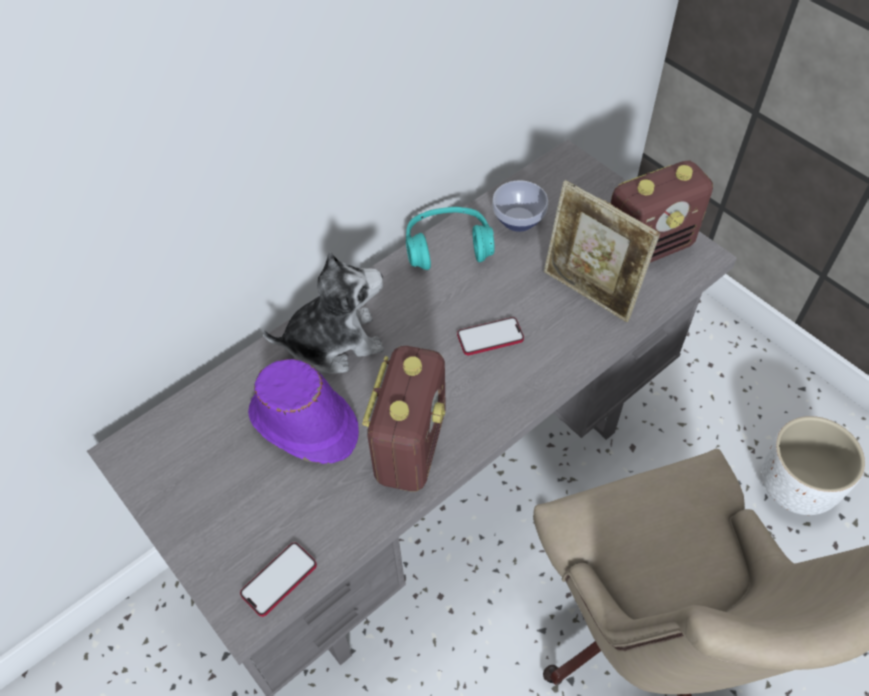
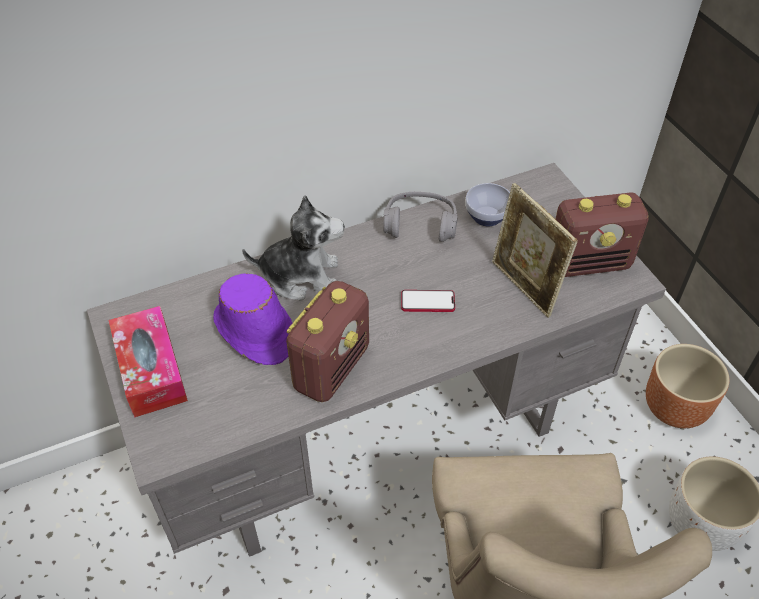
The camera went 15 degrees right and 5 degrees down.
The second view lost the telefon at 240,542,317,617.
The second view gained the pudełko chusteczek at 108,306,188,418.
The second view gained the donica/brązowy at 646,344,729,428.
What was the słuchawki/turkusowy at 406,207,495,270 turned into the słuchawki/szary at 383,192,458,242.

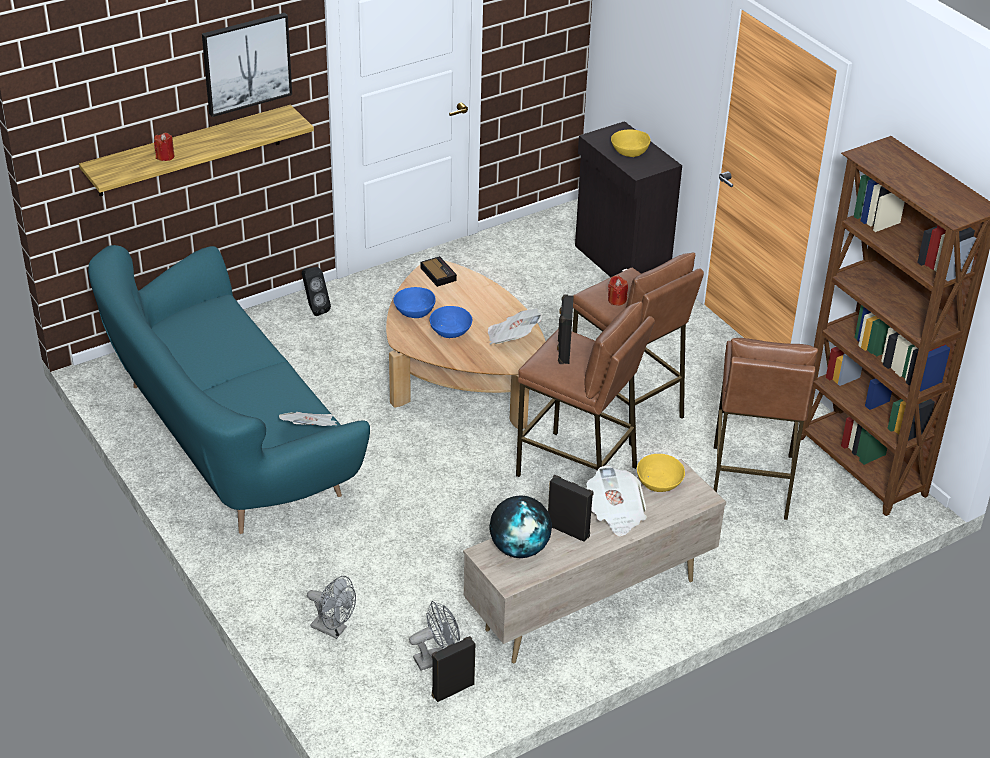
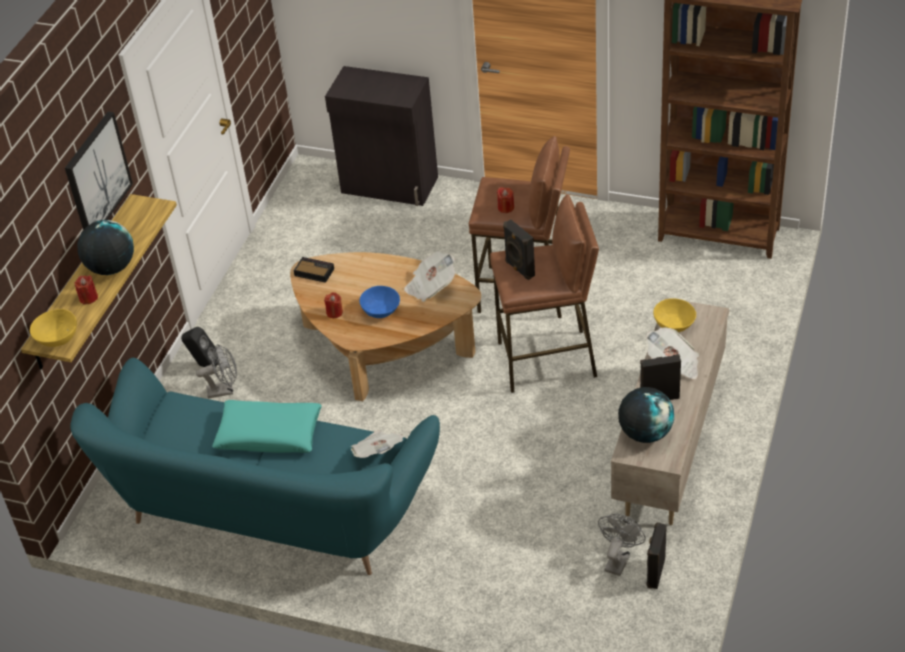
The camera went 35 degrees left and 5 degrees up.
The second view lost the stołek/brązowy at 714,338,818,520.
The second view gained the globus at 78,220,134,275.
The second view gained the poduszka/turkusowy at 212,400,322,453.
The wentylator/szary ended up elsewhere, having gone from 307,576,356,639 to 196,344,237,399.
The miska/żółty ended up elsewhere, having gone from 611,130,651,157 to 30,309,77,347.
Where the miska/niebieski stood at 393,287,436,318, the świeca/czerwony came to stand at 324,292,343,318.

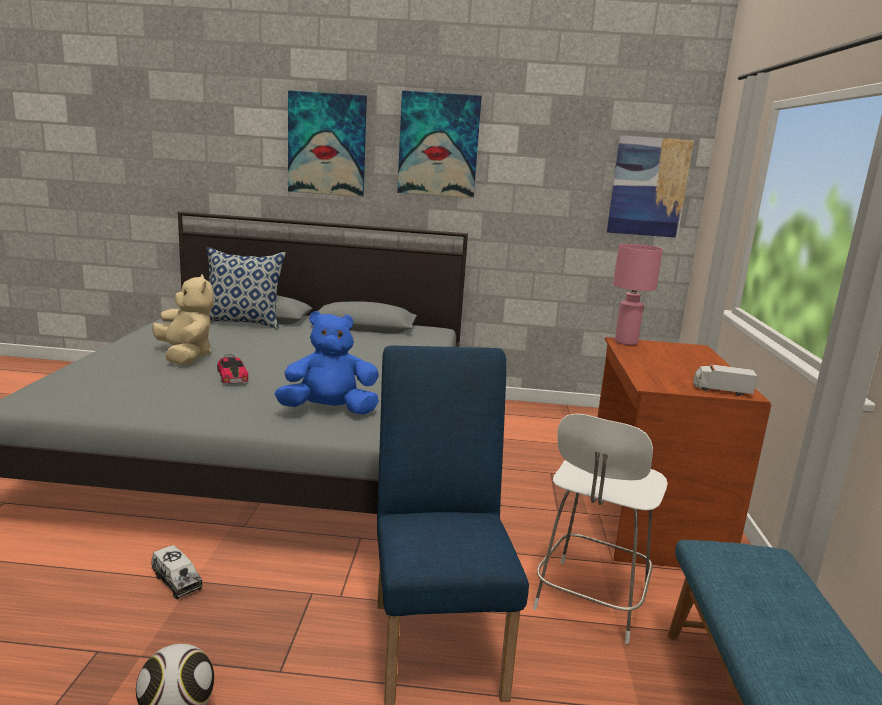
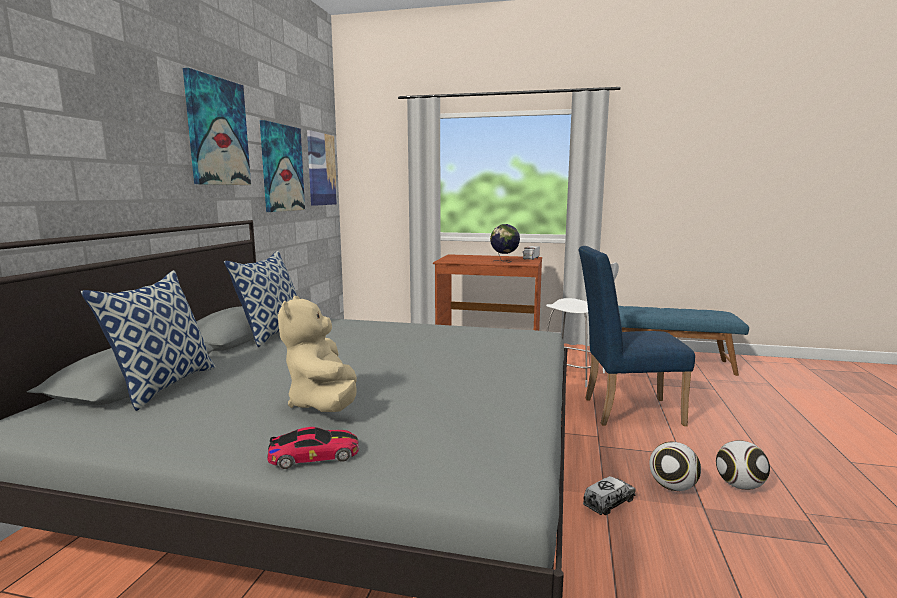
The camera went 80 degrees left and 5 degrees down.
The second view lost the pluszak/niebieski at 275,311,379,415.
The second view lost the lampa stołowa/różowy at 613,244,663,345.
The second view gained the poduszka at 224,250,297,347.
The second view gained the globus at 490,224,520,262.
The second view gained the piłka futbolowa at 649,442,701,491.
The samochodzik ended up elsewhere, having gone from 217,355,248,383 to 267,427,359,469.
The obraz ended up elsewhere, having gone from 288,90,367,197 to 260,120,305,212.
The pluszak/beżowy at 152,274,214,365 ended up facing another way, 75 degrees counterclockwise from before.

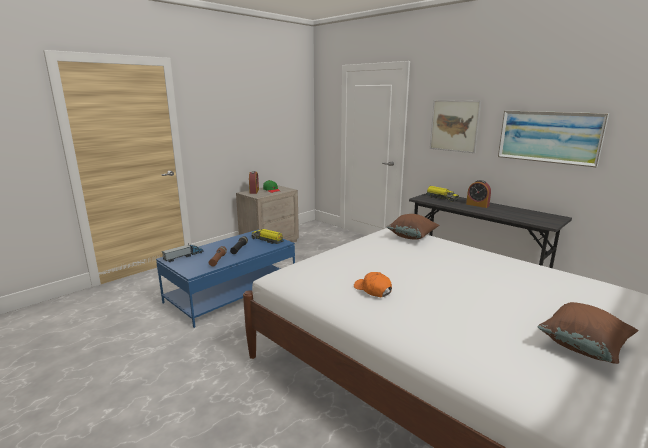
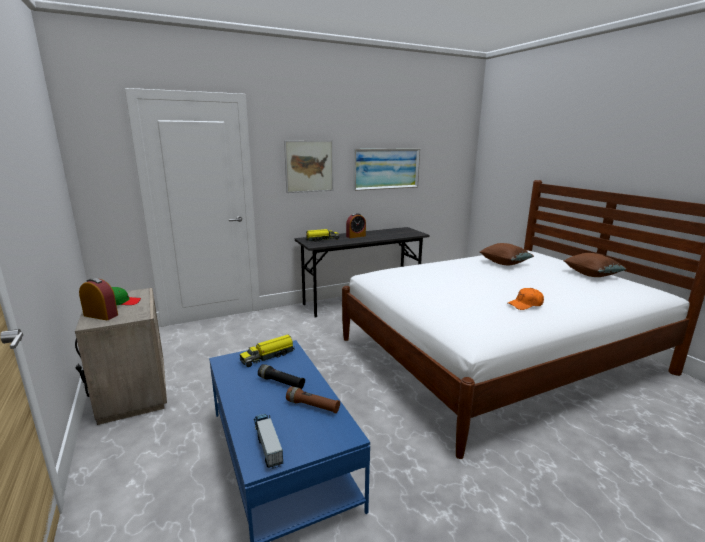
The camera went 70 degrees left and 0 degrees up.
The poduszka/brązowy ended up elsewhere, having gone from 387,214,439,240 to 480,243,534,265.

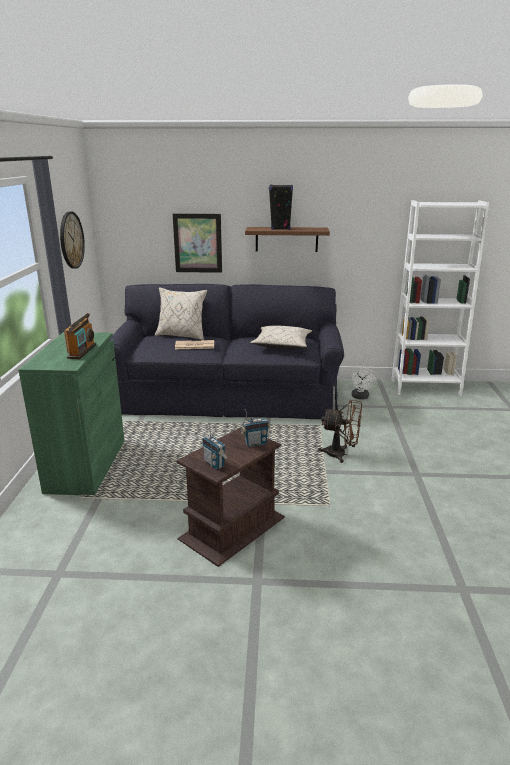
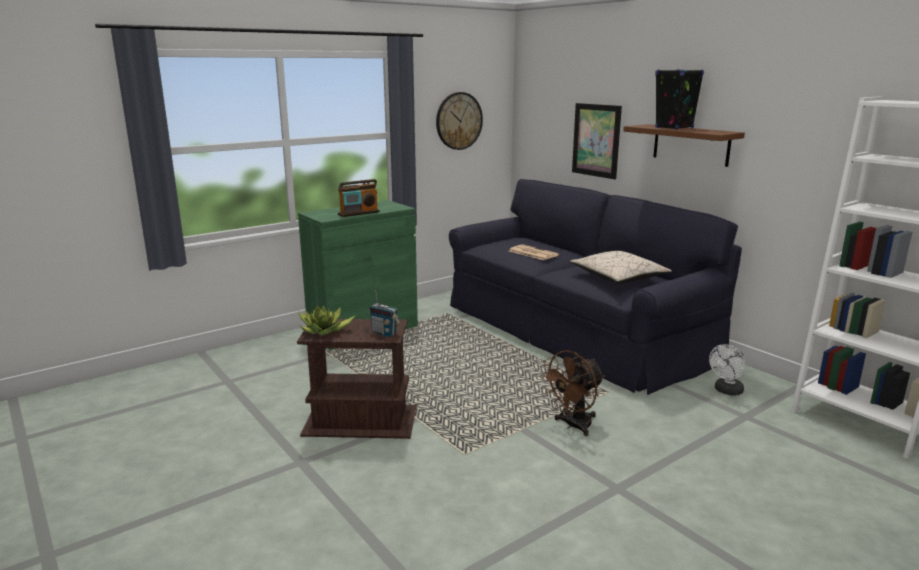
The camera went 50 degrees right and 5 degrees down.
The second view lost the poduszka/beżowy at 155,287,208,340.
Where the radio stood at 202,423,228,469, the roślina doniczkowa came to stand at 298,305,356,336.
The wentylator/brązowy at 318,399,362,463 ended up facing another way, 75 degrees clockwise from before.

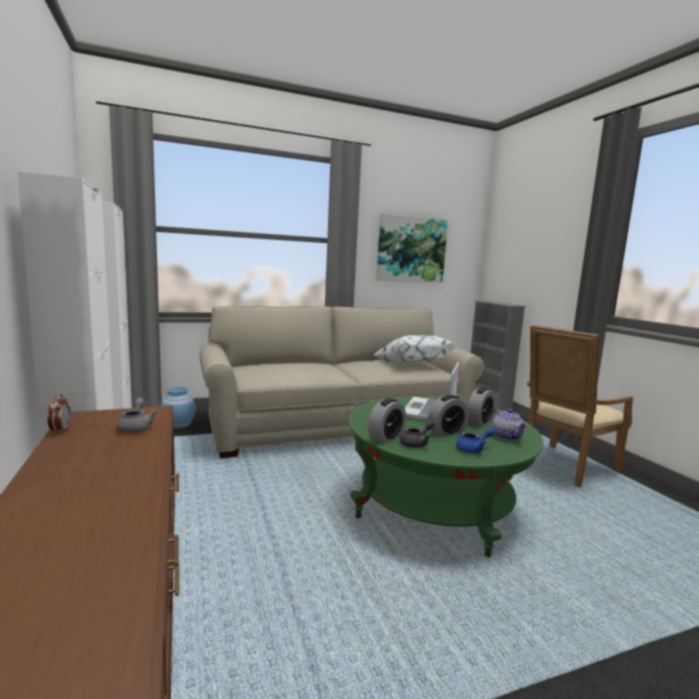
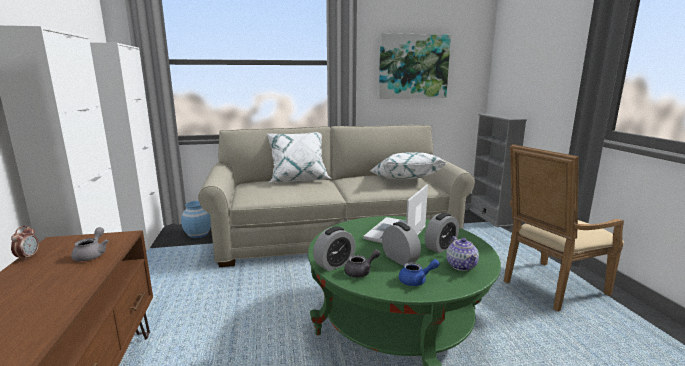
The camera went 10 degrees right and 5 degrees up.
The second view gained the poduszka/biały at 267,132,332,183.
The budzik at 428,395,469,437 ended up facing another way, 105 degrees counterclockwise from before.

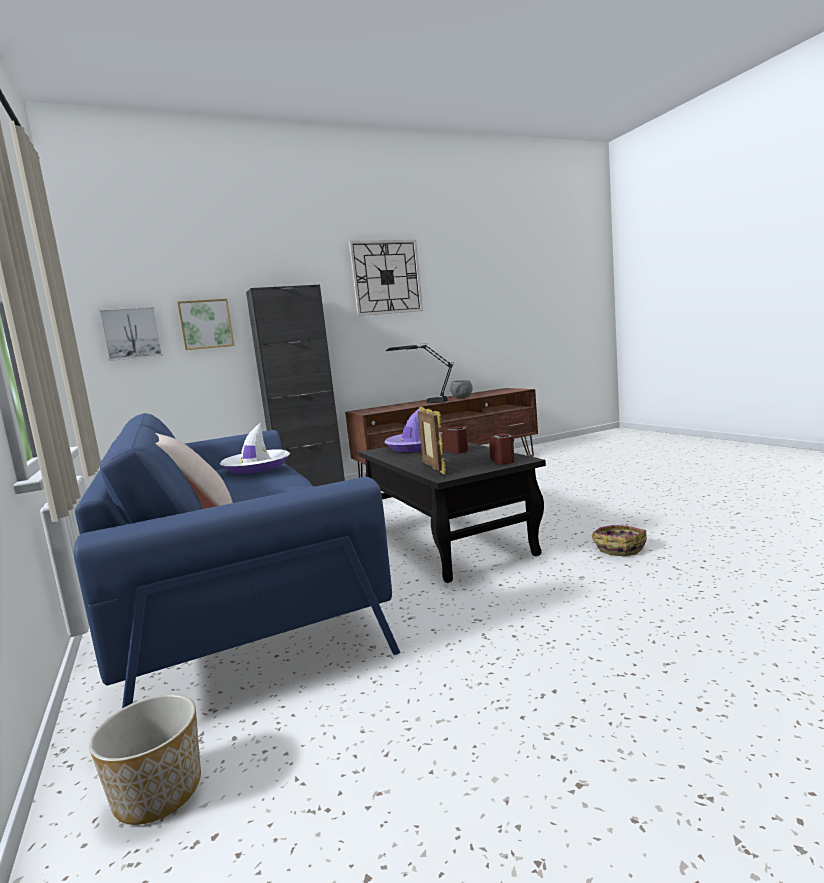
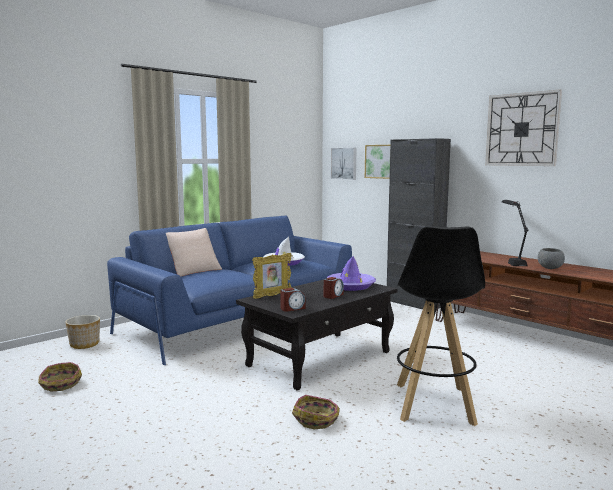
The camera went 70 degrees right and 0 degrees up.
The second view gained the koszyk at 38,362,82,391.
The second view gained the stołek/czarny at 397,226,485,426.

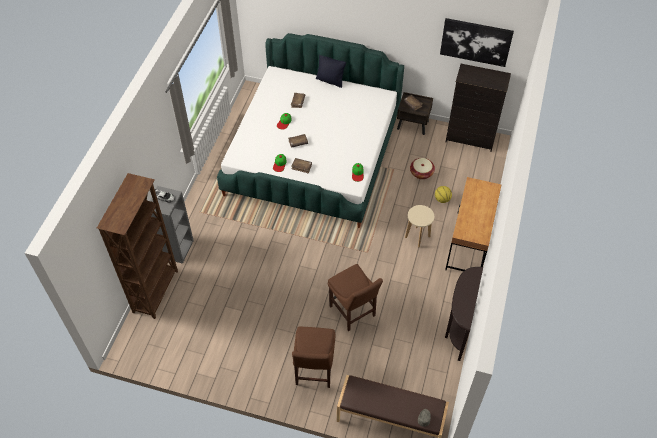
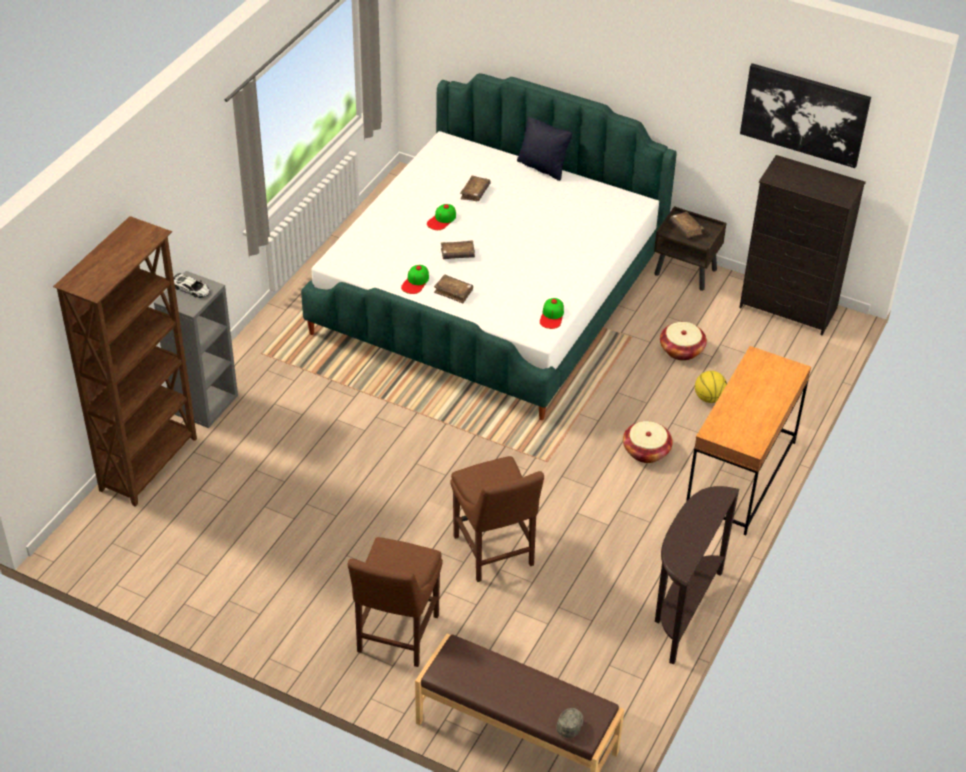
The camera went 10 degrees right and 10 degrees down.
Where the stołek/beżowy stood at 405,205,434,248, the koszyk came to stand at 623,421,673,463.

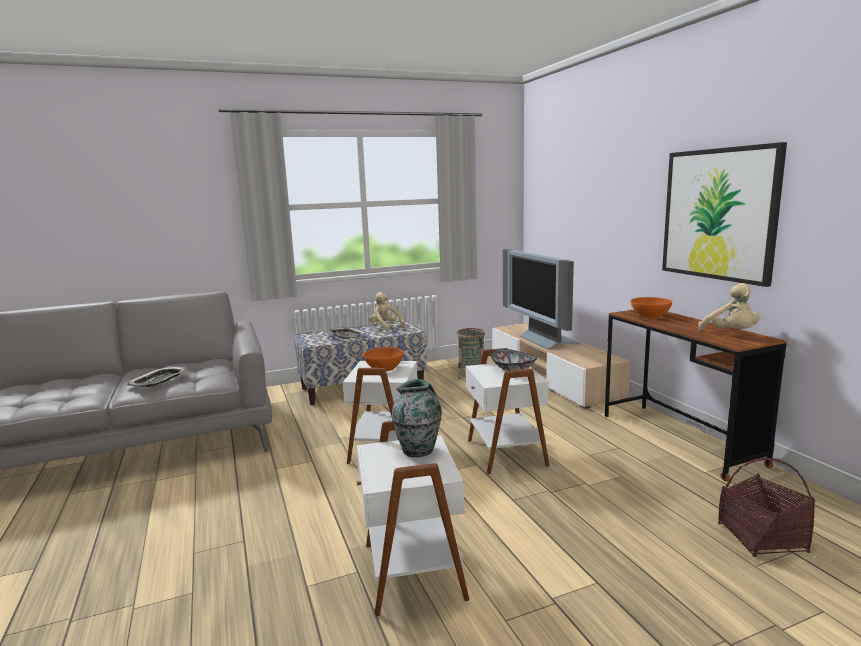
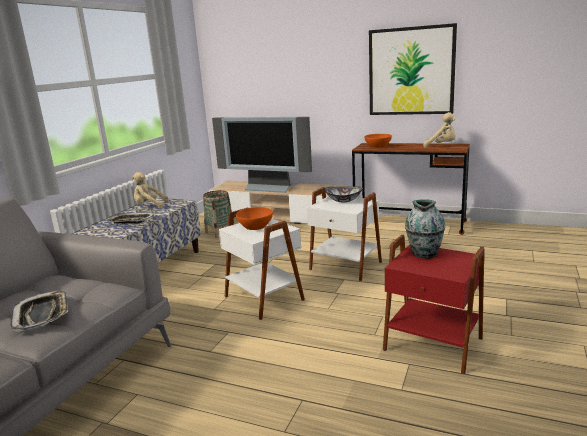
The camera went 45 degrees left and 5 degrees up.
The second view lost the koszyk at 718,458,815,557.
What was the stolik/biały at 357,421,469,616 turned into the stolik/czerwony at 383,235,484,374.

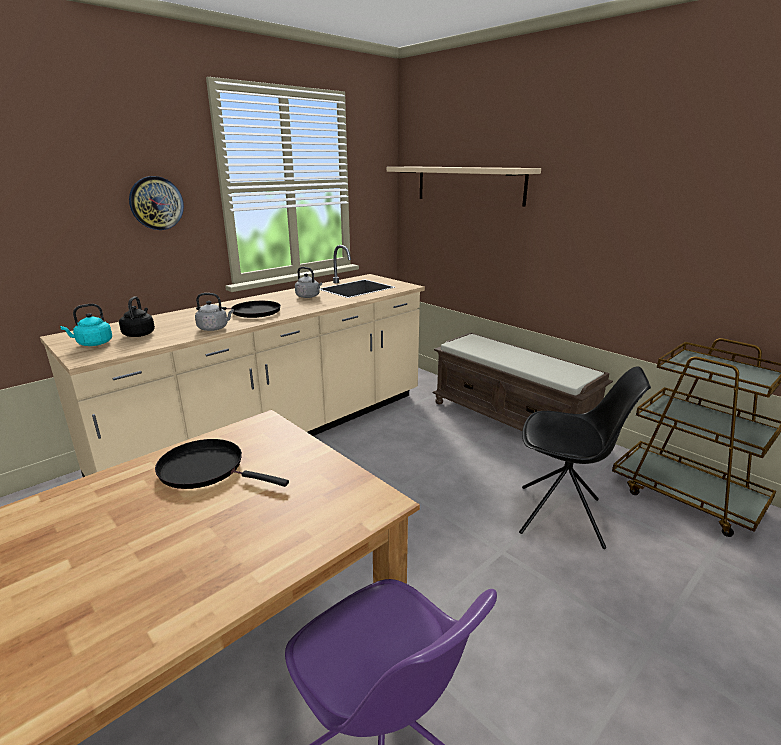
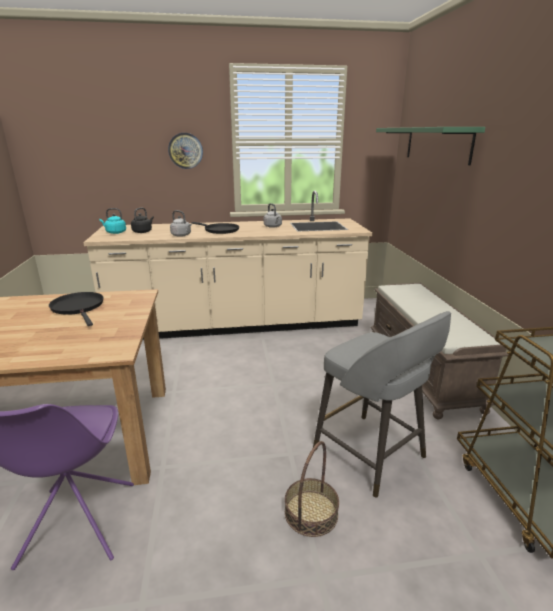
The camera went 35 degrees right and 0 degrees up.
The second view gained the koszyk at 285,441,339,537.
Where the krzesło/czarny stood at 519,366,651,549, the stołek/szary came to stand at 313,311,451,498.
What was the półka/beżowy at 387,167,541,206 turned into the półka/zielony at 376,127,485,165.

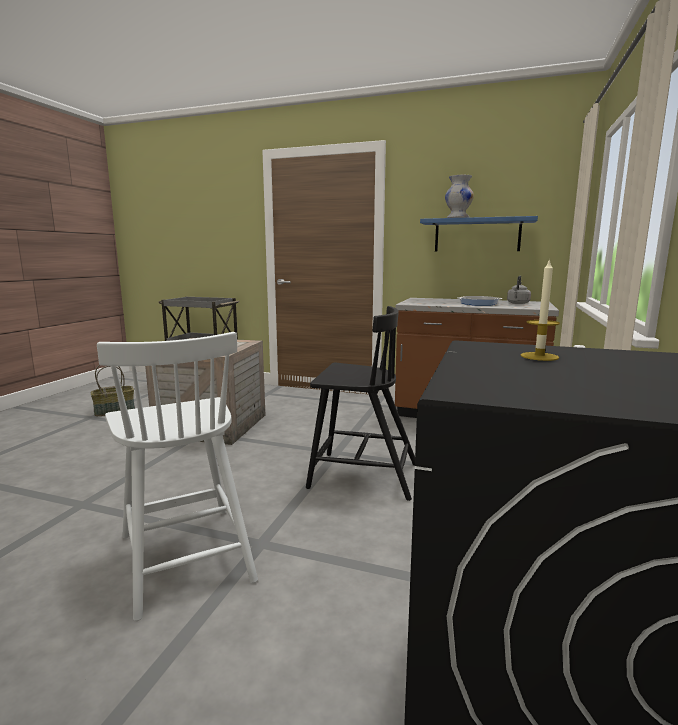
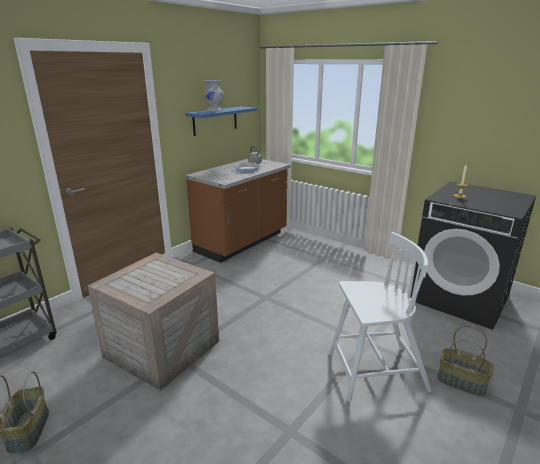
The camera went 70 degrees left and 10 degrees up.
The second view lost the krzesło/czarny at 306,306,415,501.
The second view gained the koszyk at 437,325,494,397.

